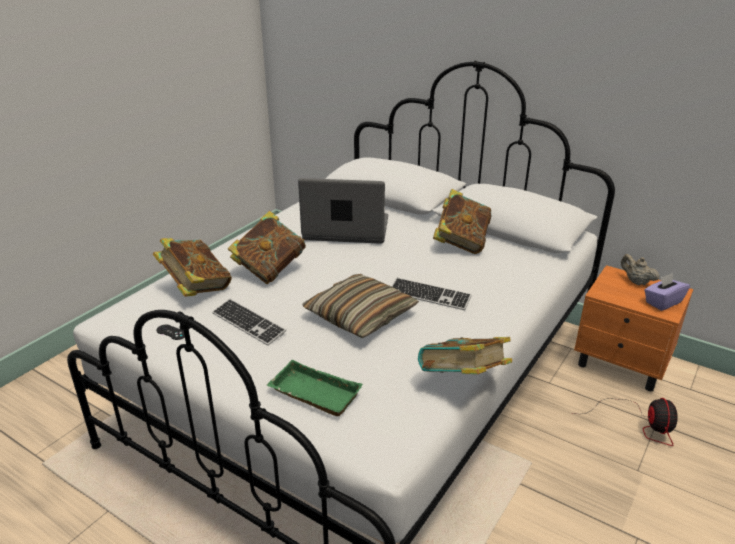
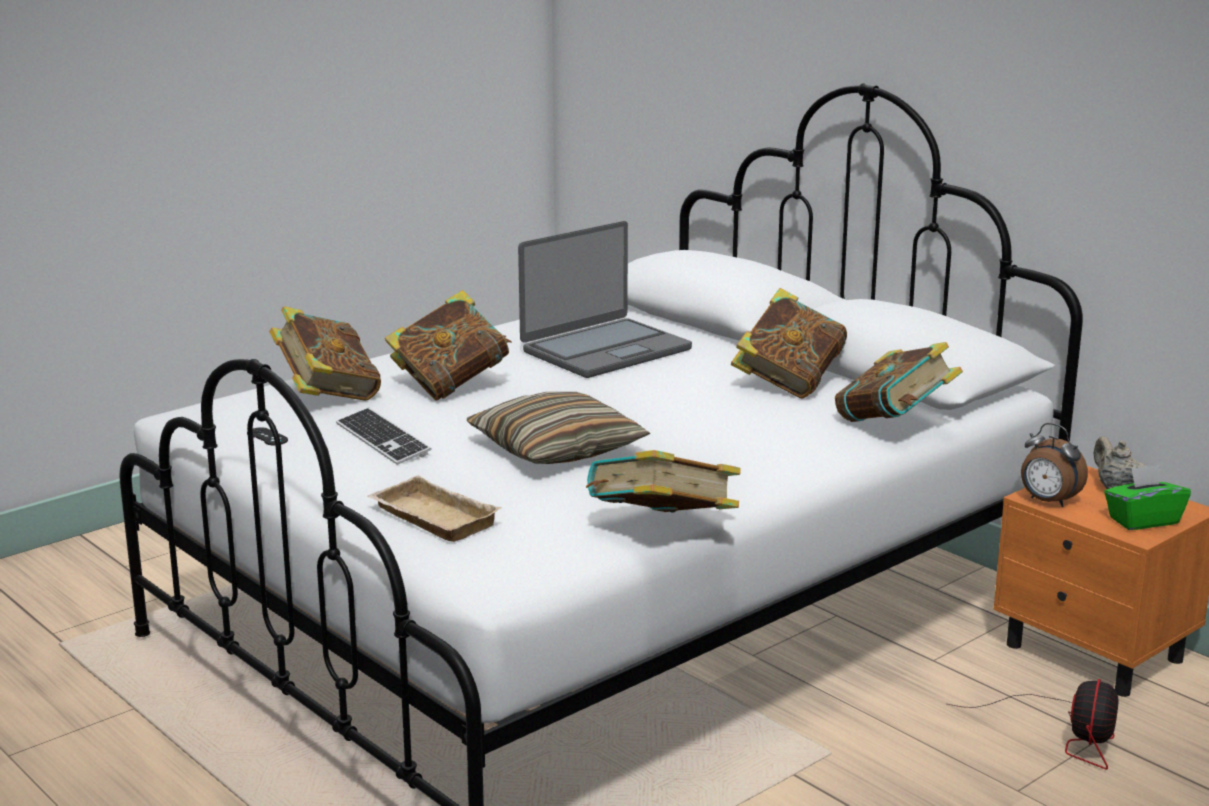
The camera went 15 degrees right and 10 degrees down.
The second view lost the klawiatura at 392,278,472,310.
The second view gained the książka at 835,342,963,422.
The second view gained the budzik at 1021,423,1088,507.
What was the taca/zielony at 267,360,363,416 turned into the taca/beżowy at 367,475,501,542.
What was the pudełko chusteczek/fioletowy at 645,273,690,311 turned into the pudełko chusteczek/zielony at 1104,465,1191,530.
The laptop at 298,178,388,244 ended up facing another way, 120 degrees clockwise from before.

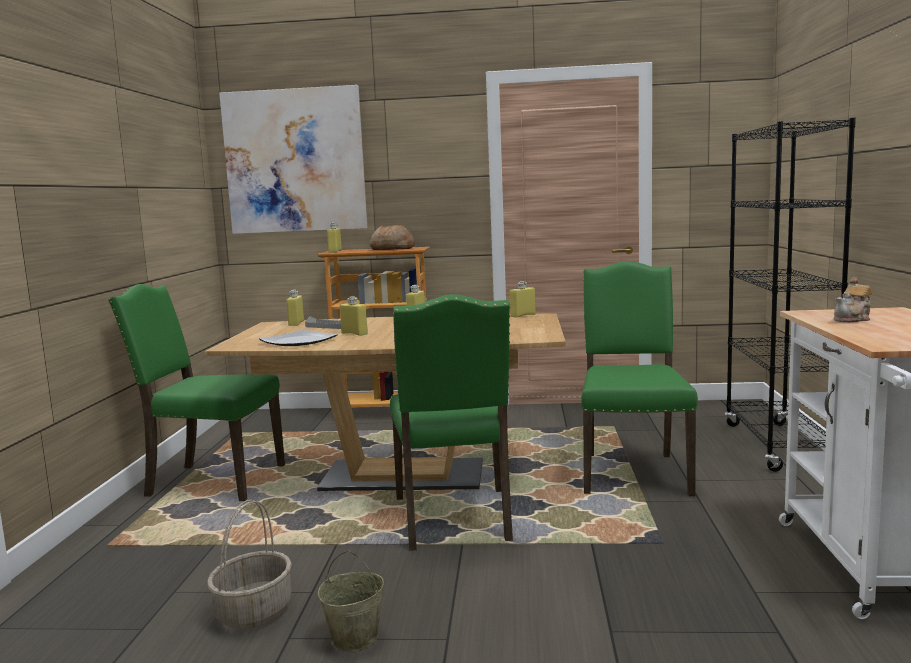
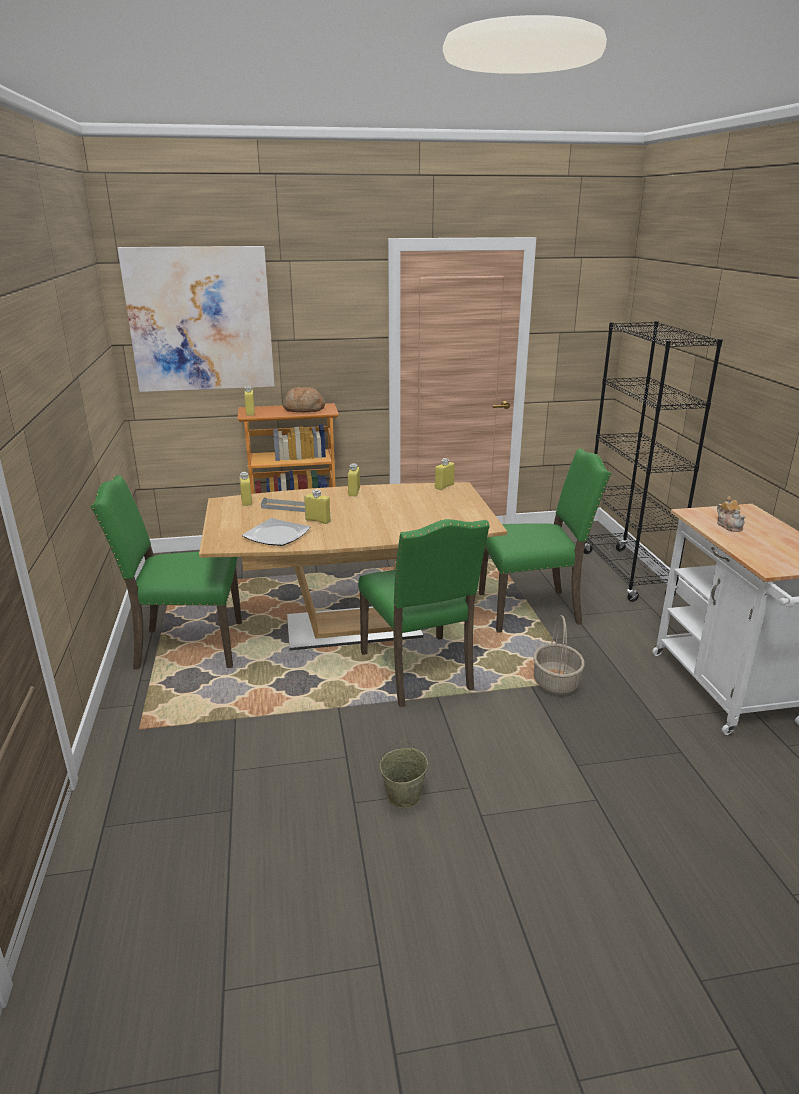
The camera went 15 degrees left and 15 degrees up.
The koszyk ended up elsewhere, having gone from 207,500,292,629 to 533,615,585,695.
The krzesło/zielony at 581,261,698,496 ended up facing another way, 90 degrees clockwise from before.
The imbryk at 834,277,872,322 ended up facing another way, 60 degrees counterclockwise from before.

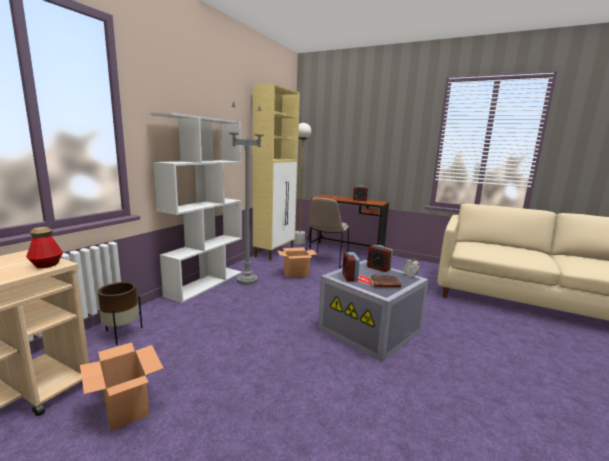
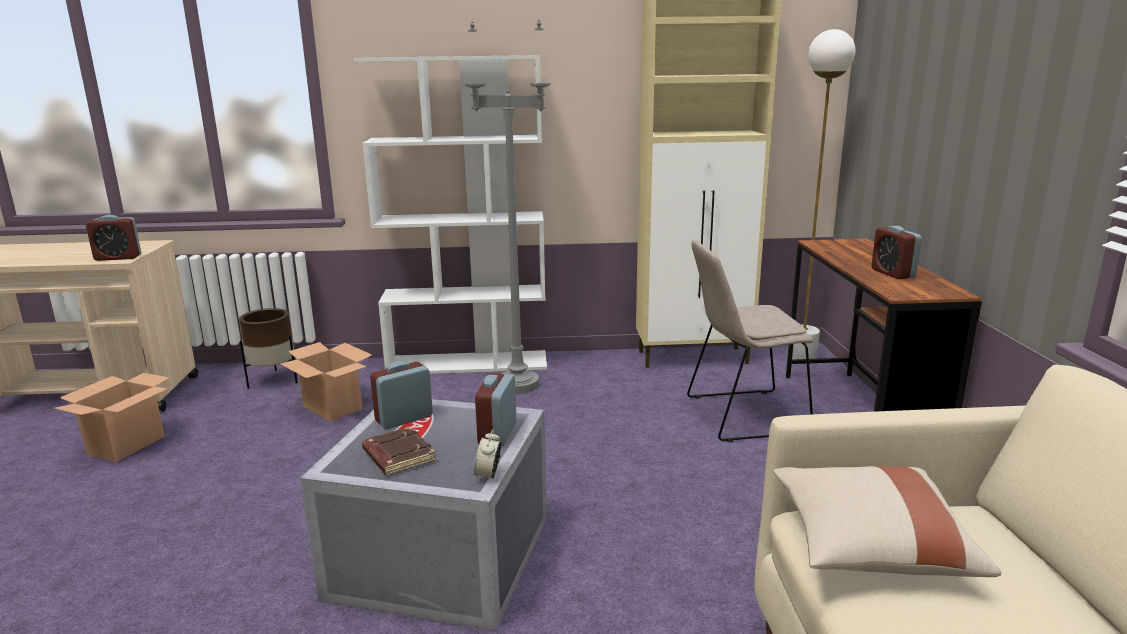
The camera went 60 degrees right and 5 degrees up.
The second view gained the poduszka/beżowy at 773,466,1001,577.
The karton ended up elsewhere, having gone from 277,247,318,278 to 281,342,372,422.
Where the butelka stood at 26,227,63,268, the budzik came to stand at 86,215,141,261.

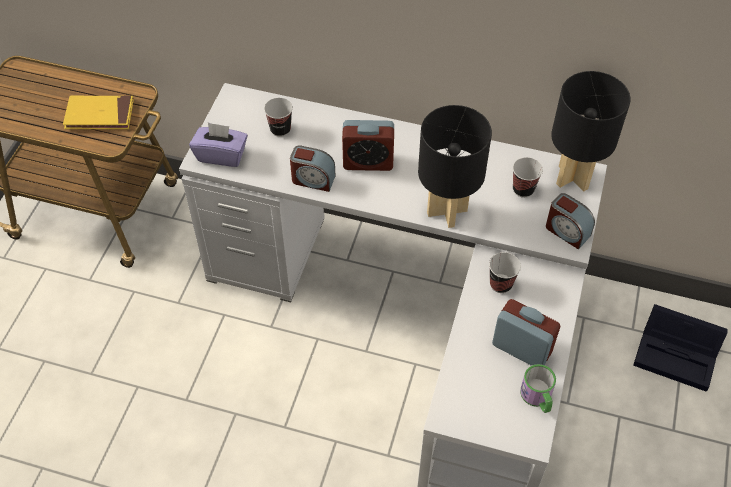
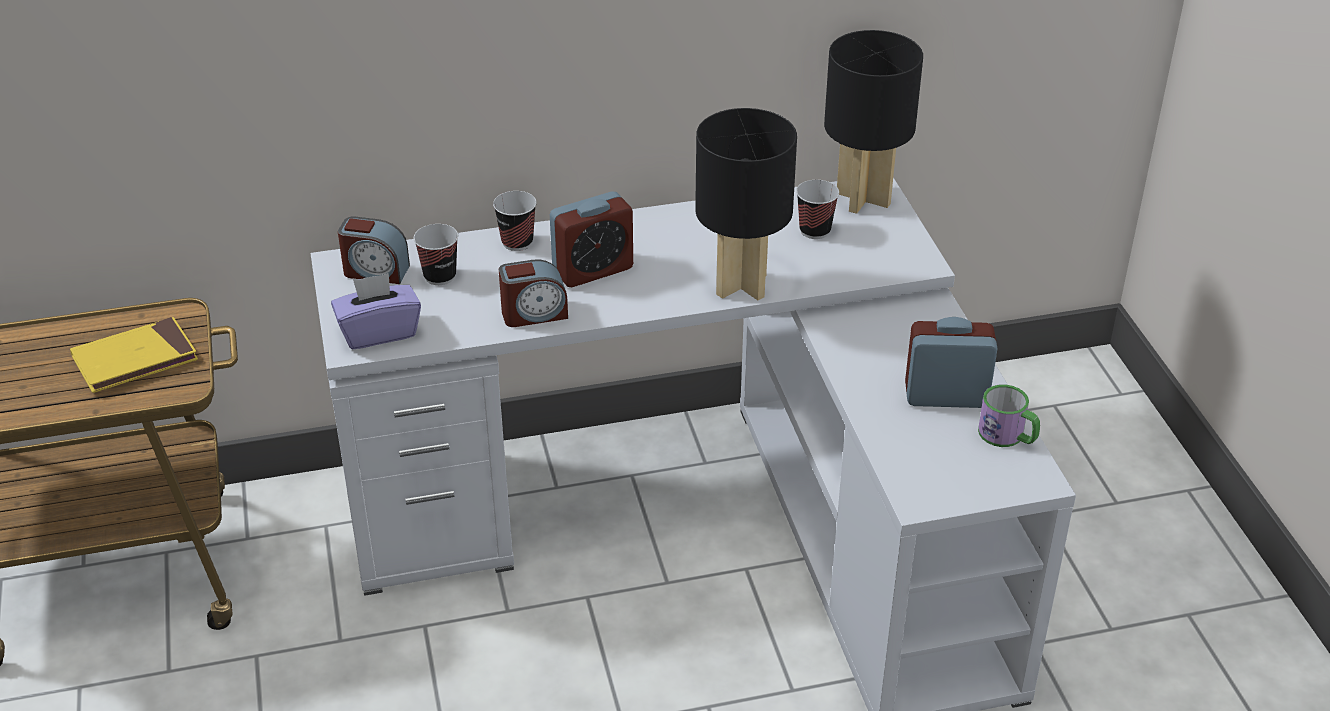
The camera went 30 degrees left and 15 degrees down.
The second view lost the pojemnik do przechowywania/czarny at 633,304,728,392.
The filiżanka ended up elsewhere, having gone from 489,252,521,293 to 493,191,537,251.
The budzik ended up elsewhere, having gone from 546,193,595,249 to 338,216,410,284.

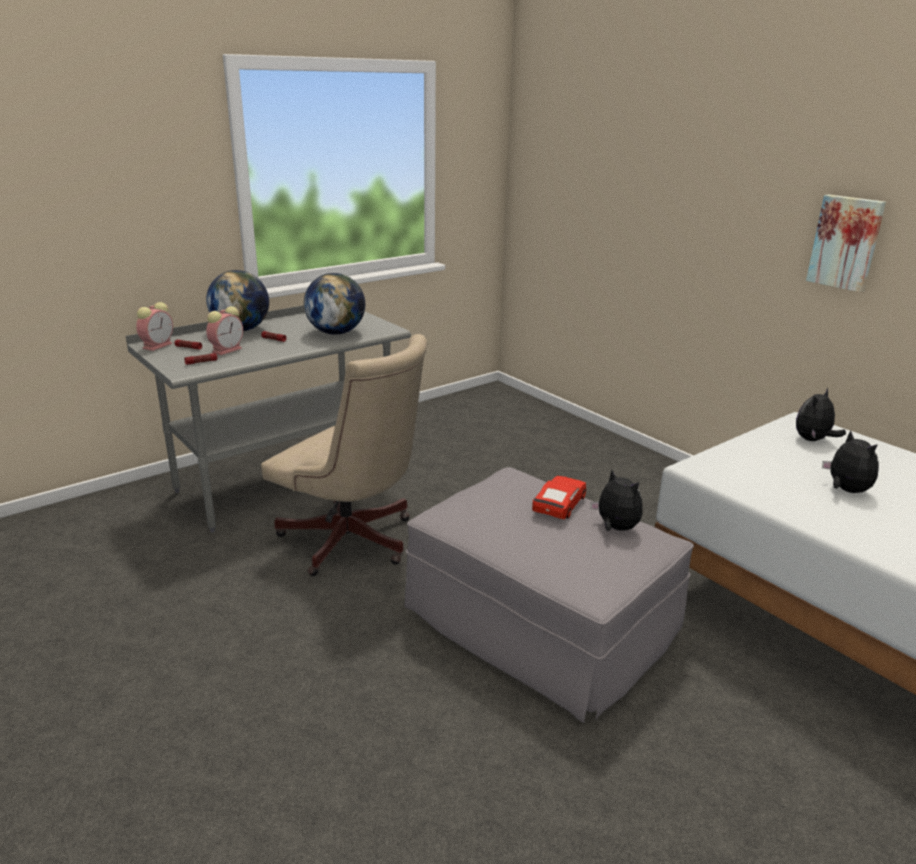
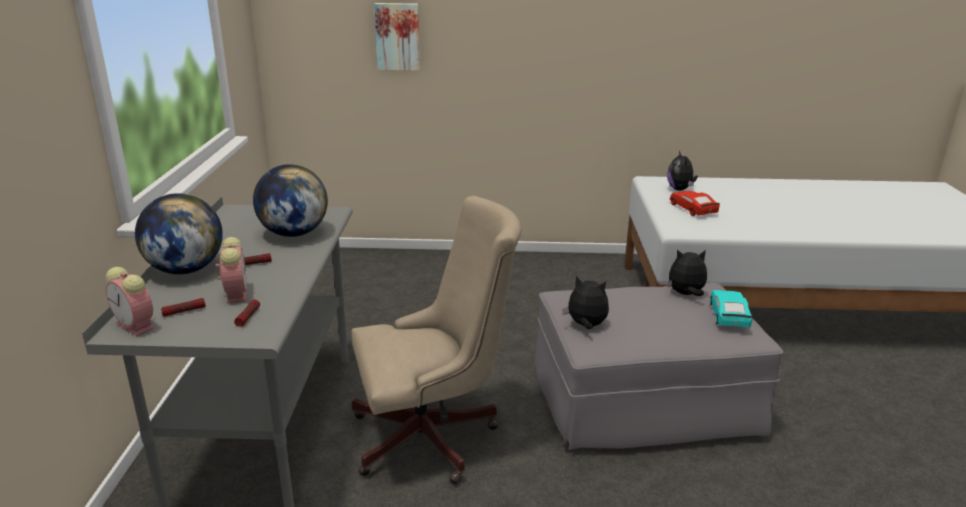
The camera went 50 degrees left and 0 degrees up.
The second view gained the samochodzik/turkusowy at 710,290,753,328.
The samochodzik/czerwony ended up elsewhere, having gone from 532,476,586,519 to 669,191,720,216.
The obraz ended up elsewhere, having gone from 806,194,886,292 to 374,3,420,71.
The pluszak ended up elsewhere, having gone from 822,430,879,493 to 562,276,609,329.
The budzik at 136,302,173,351 ended up facing another way, 150 degrees clockwise from before.

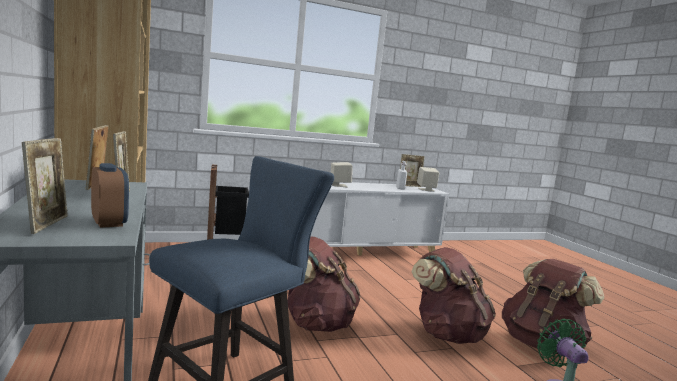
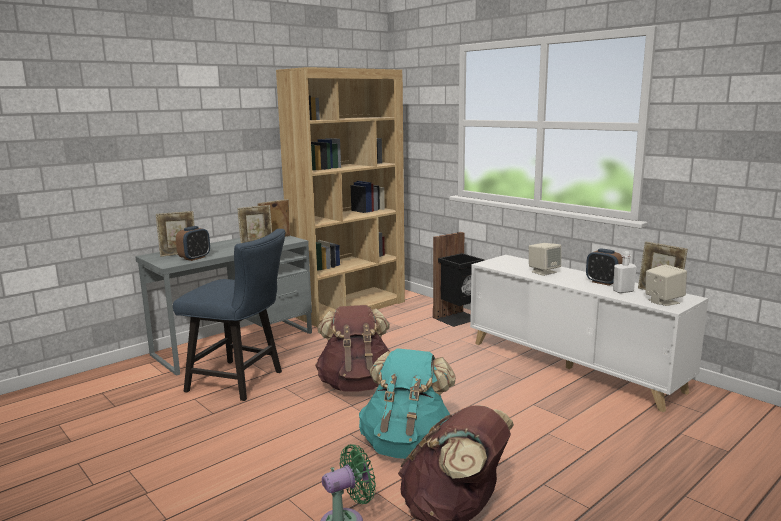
The camera went 70 degrees right and 5 degrees up.
The second view gained the budzik at 586,248,623,286.
What was the plecak/brązowy at 411,247,496,344 turned into the plecak/turkusowy at 359,348,456,459.

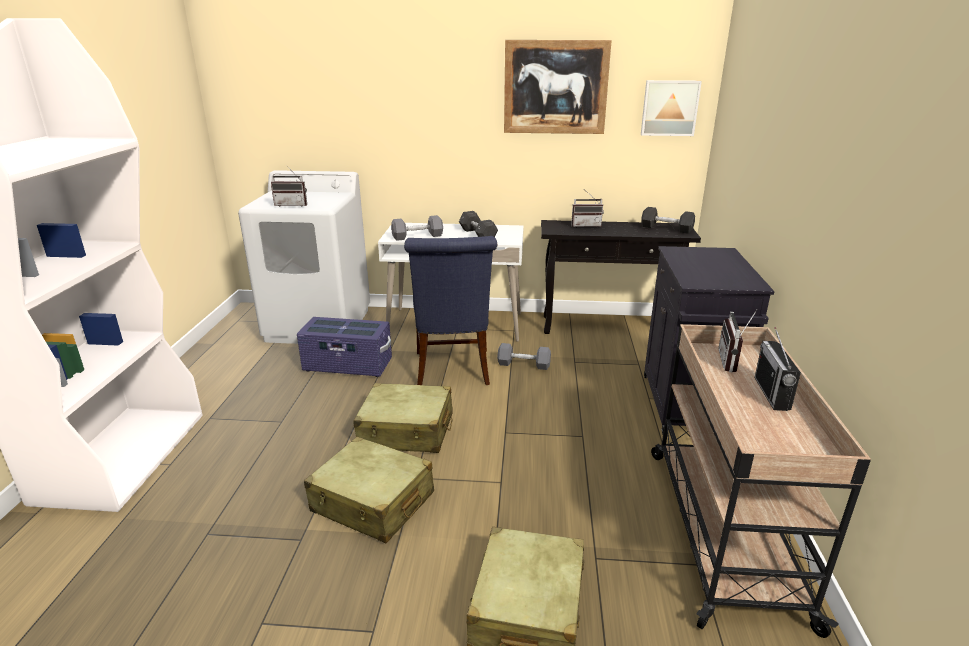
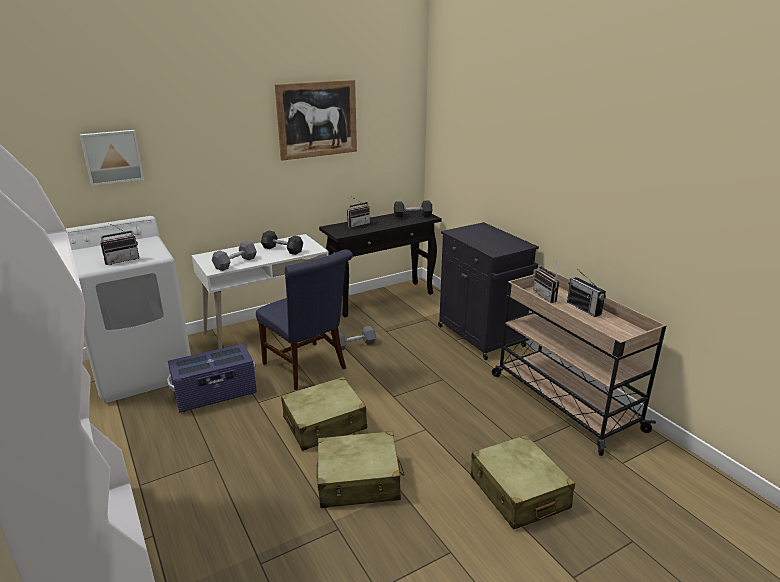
The camera went 35 degrees left and 0 degrees up.
The obraz ended up elsewhere, having gone from 641,80,702,136 to 80,130,144,186.

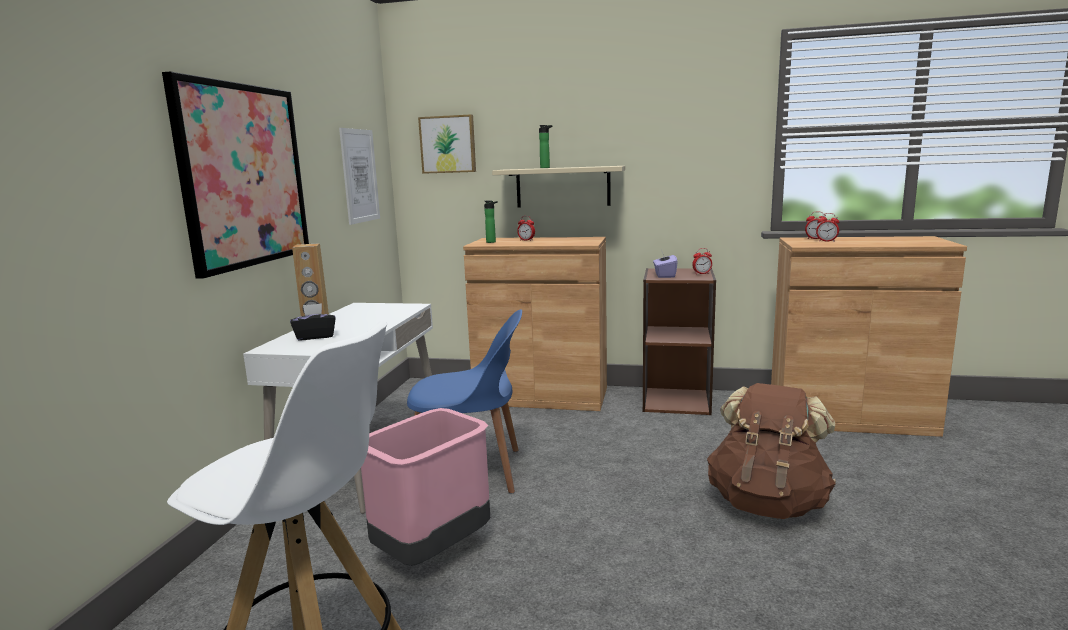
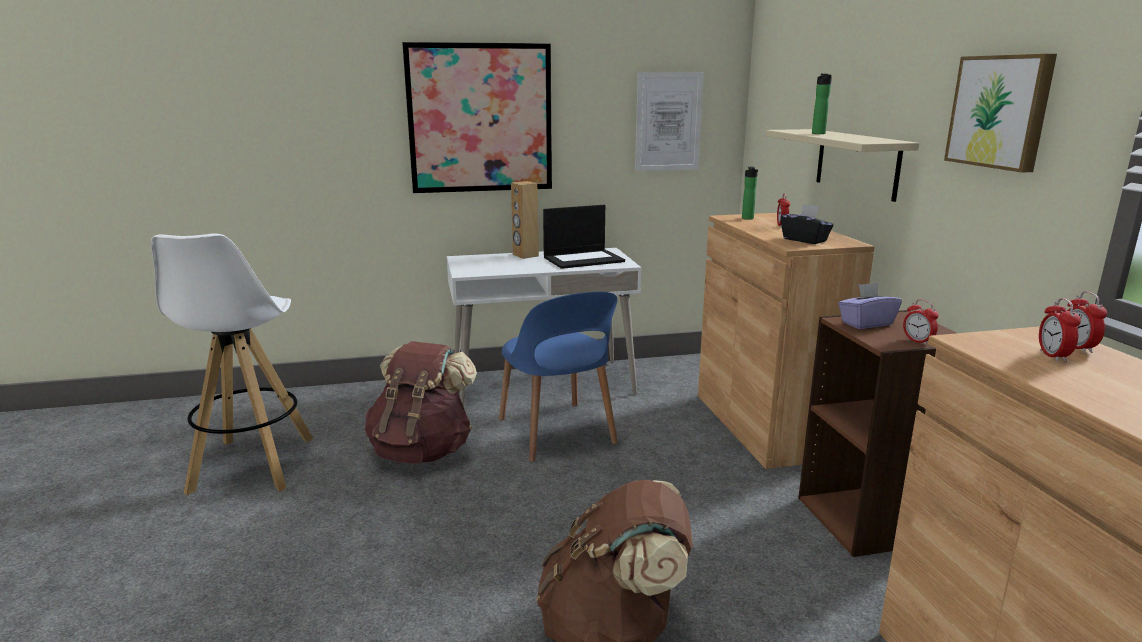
The camera went 65 degrees right and 5 degrees up.
The second view gained the laptop at 543,205,625,269.
The pudełko chusteczek/czarny ended up elsewhere, having gone from 290,303,336,340 to 781,204,834,244.
The obraz ended up elsewhere, having gone from 418,114,476,174 to 944,54,1057,173.
Where the kosz na śmieci/różowy stood at 361,408,490,566, the plecak/brązowy came to stand at 365,341,477,464.

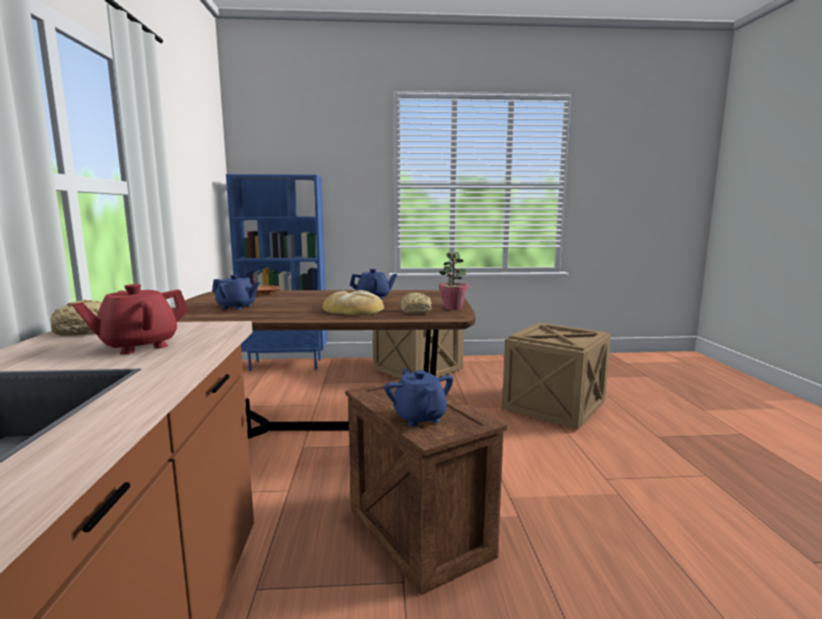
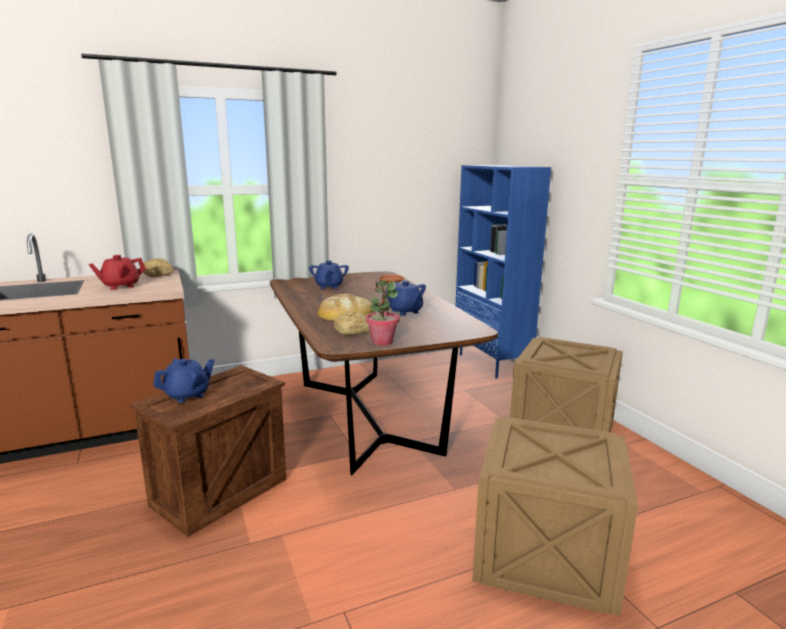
The camera went 70 degrees right and 5 degrees up.
The imbryk/czerwony at 72,284,189,355 ended up facing another way, 60 degrees counterclockwise from before.

